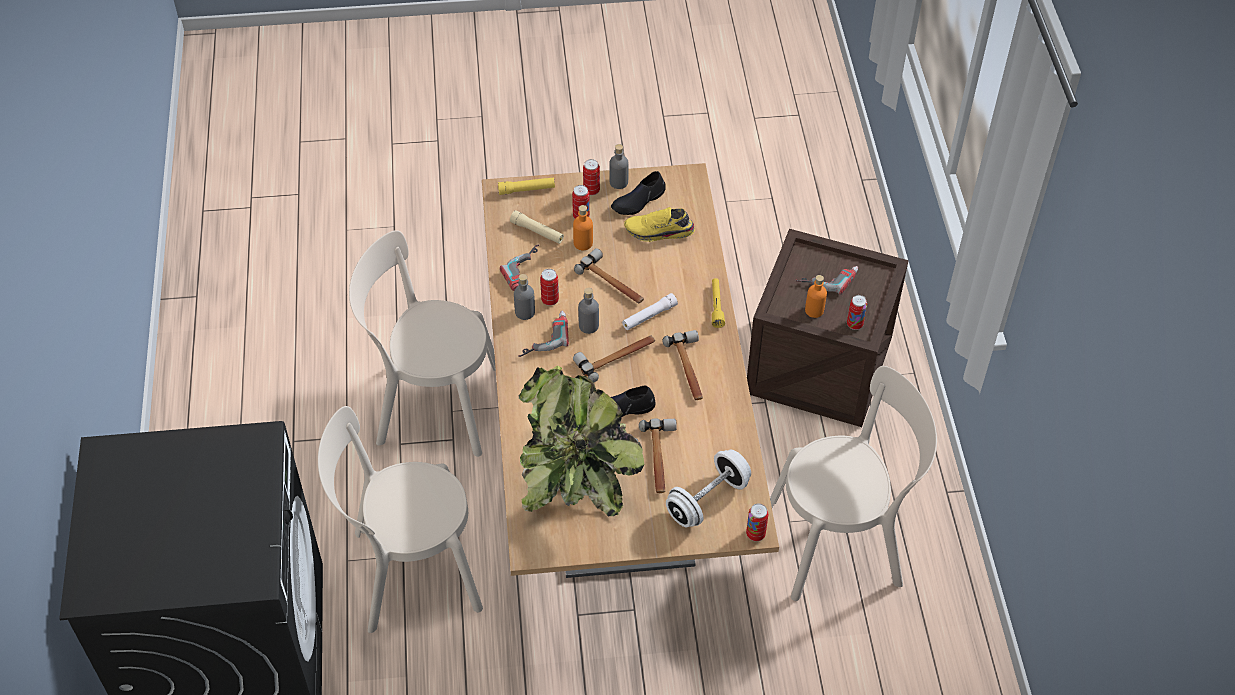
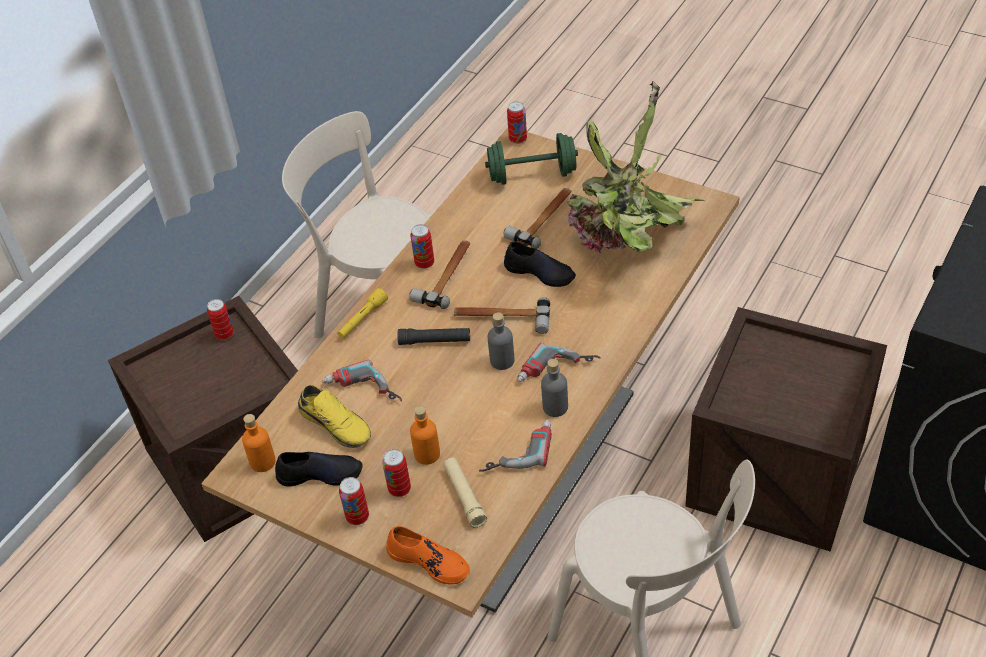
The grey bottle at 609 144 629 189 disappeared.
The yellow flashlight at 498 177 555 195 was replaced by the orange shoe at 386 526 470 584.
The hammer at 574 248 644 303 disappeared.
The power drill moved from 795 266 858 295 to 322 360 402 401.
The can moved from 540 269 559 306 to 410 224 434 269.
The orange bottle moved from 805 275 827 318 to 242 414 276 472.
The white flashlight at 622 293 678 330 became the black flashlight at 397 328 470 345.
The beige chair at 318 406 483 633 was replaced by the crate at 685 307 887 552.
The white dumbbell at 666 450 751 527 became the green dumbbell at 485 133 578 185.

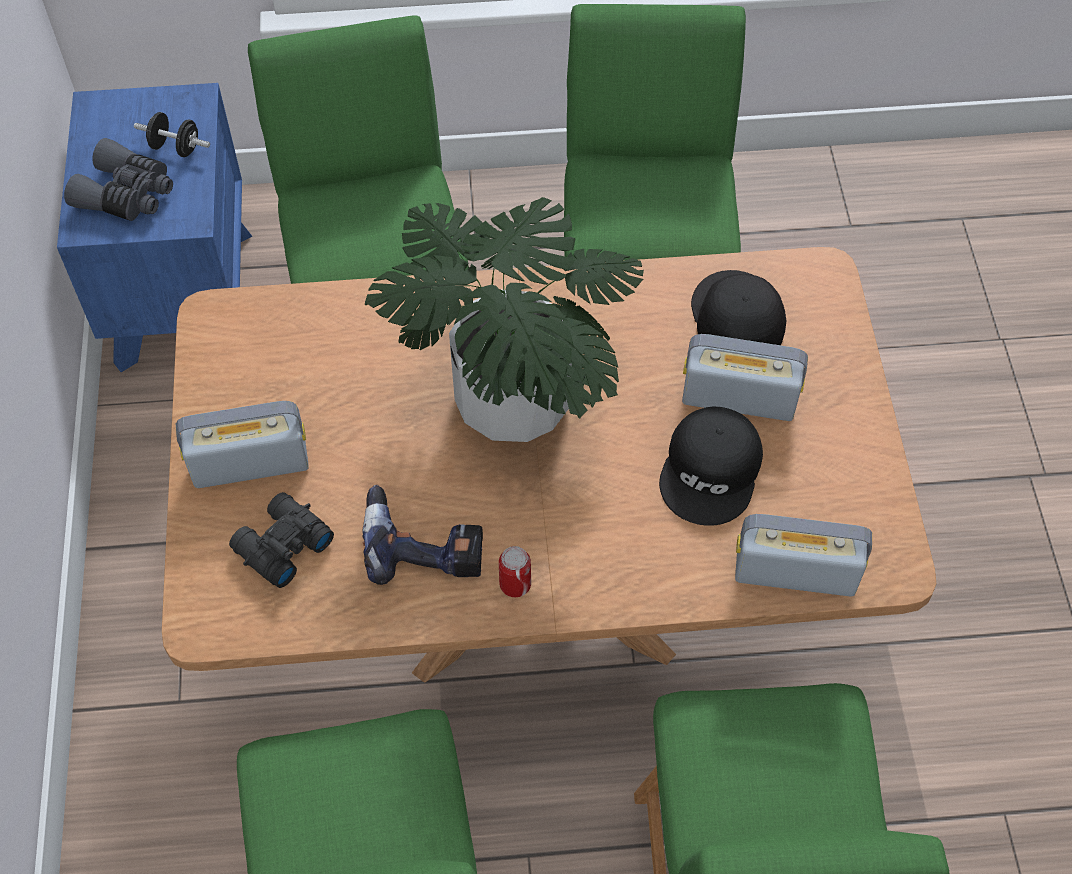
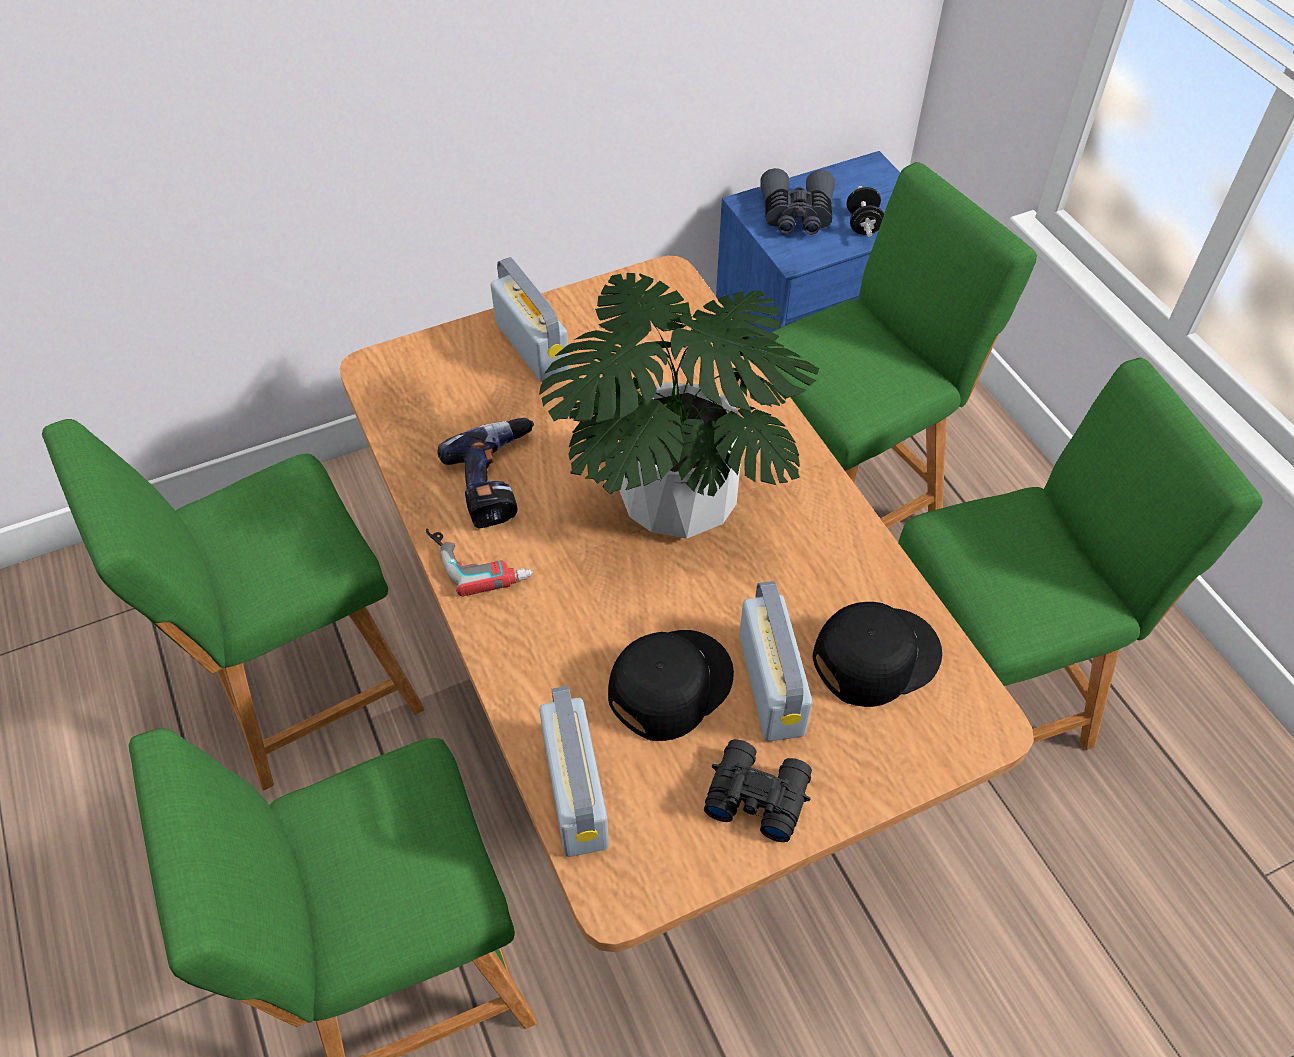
The black cap at 659 406 763 526 turned 135 degrees clockwise.
The black binoculars moved from 229 492 334 588 to 704 739 812 842.
The can at 499 546 531 597 was replaced by the power drill at 426 528 533 596.

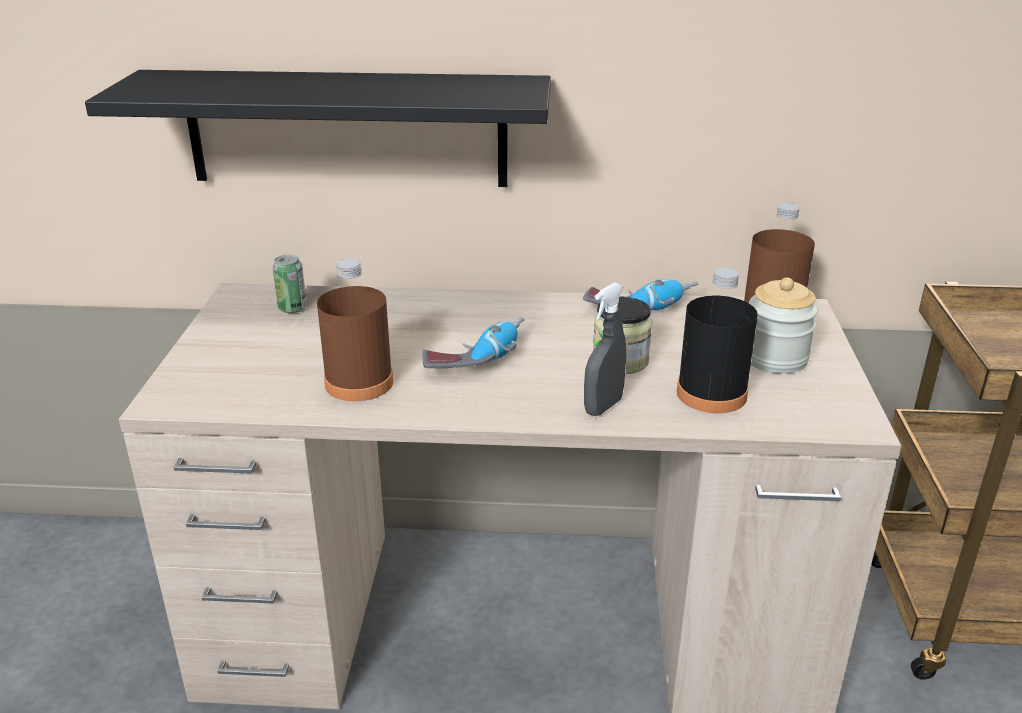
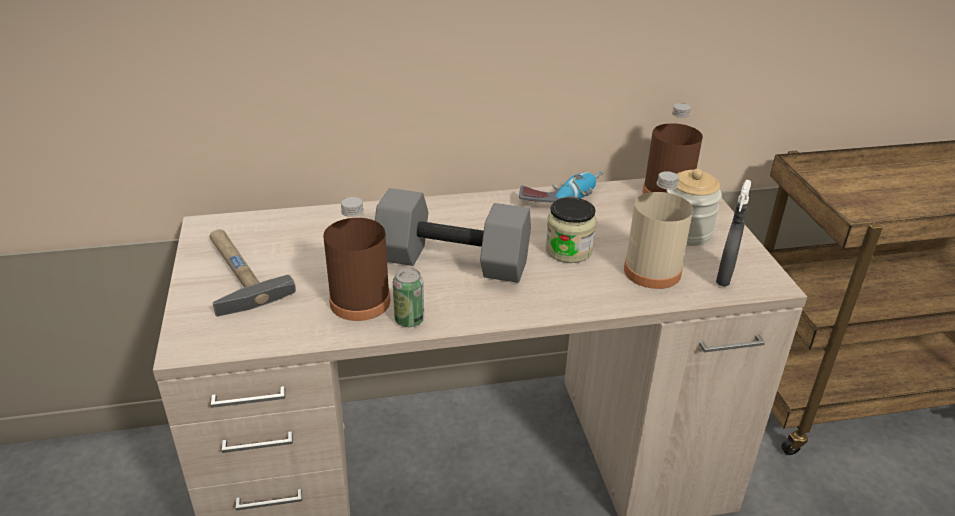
The black shelf at 85 70 551 187 disappeared.
The can moved from 273 255 307 313 to 393 268 424 327.
The black bottle at 677 268 758 413 became the beige bottle at 624 171 693 289.
The grey spray bottle moved from 584 283 626 416 to 716 180 751 286.
The power drill at 422 317 524 368 was replaced by the grey dumbbell at 375 188 531 283.
The hammer at 210 229 296 317 appeared.

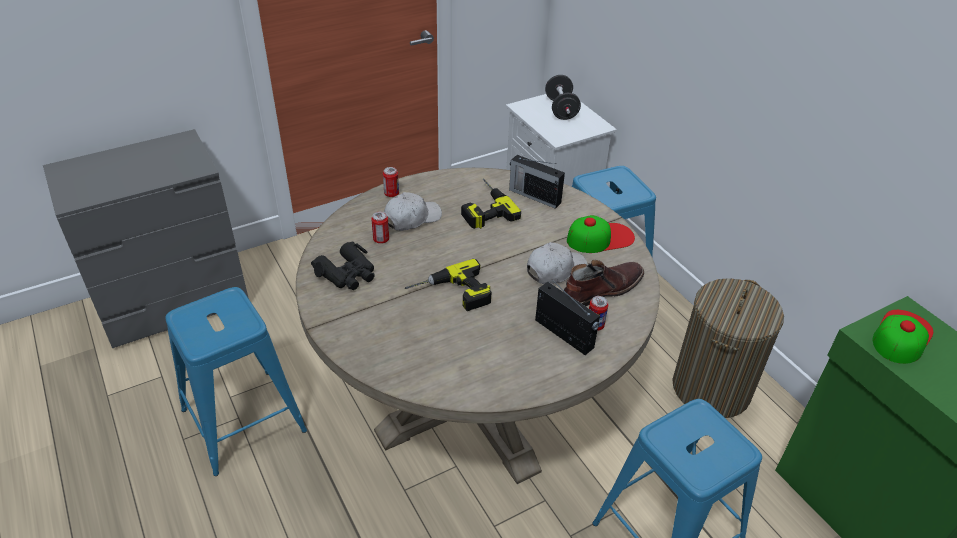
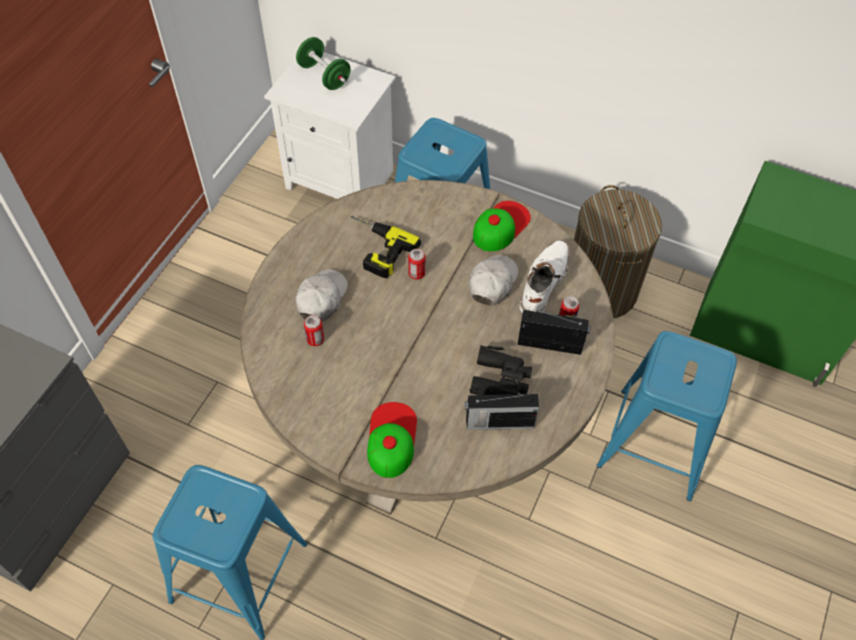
The black dumbbell at 545 75 581 120 became the green dumbbell at 296 37 350 90.
The radio moved from 509 155 565 209 to 465 394 539 430.
The can moved from 383 167 399 197 to 408 249 425 280.
The black binoculars moved from 311 242 375 290 to 469 345 532 395.
The power drill at 405 259 491 311 disappeared.
The brown boot at 563 260 644 306 became the white boot at 520 240 570 313.
The cap moved from 873 310 933 364 to 367 402 417 478.

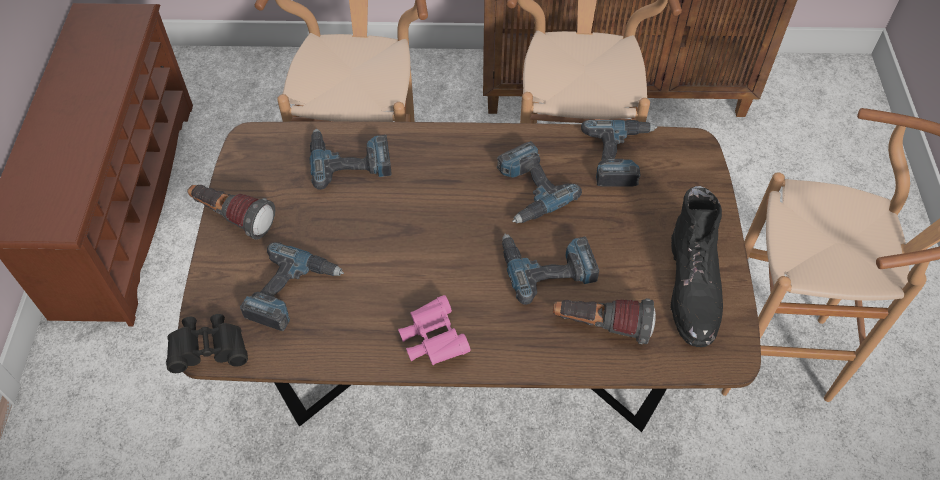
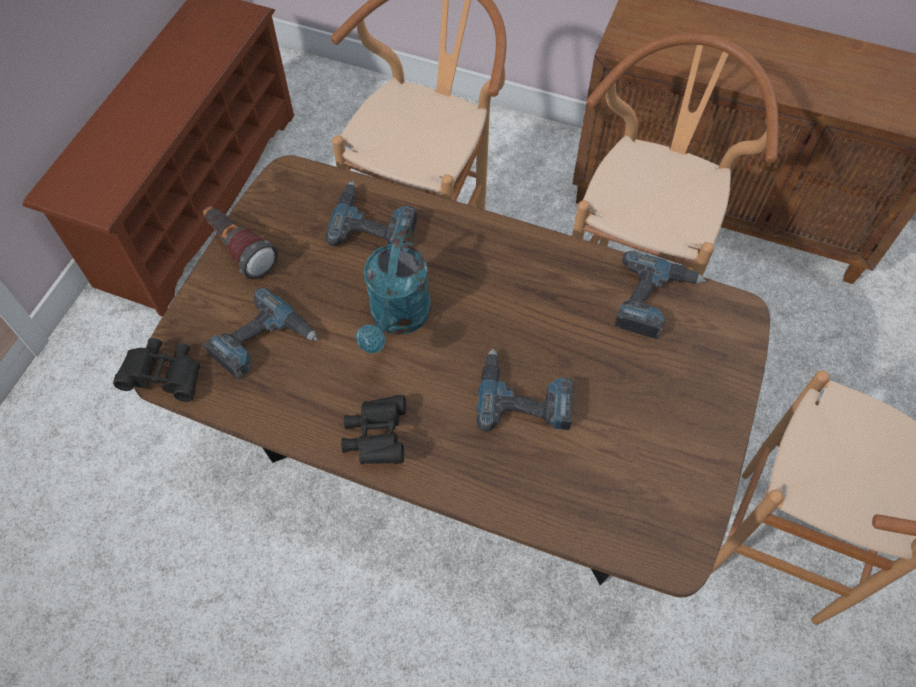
The power drill at 496 141 582 223 disappeared.
The black boot at 670 186 723 347 disappeared.
The pink binoculars at 398 295 471 365 became the black binoculars at 341 395 406 465.
The flashlight at 553 298 656 344 disappeared.
The turquoise watering can at 356 225 431 353 appeared.

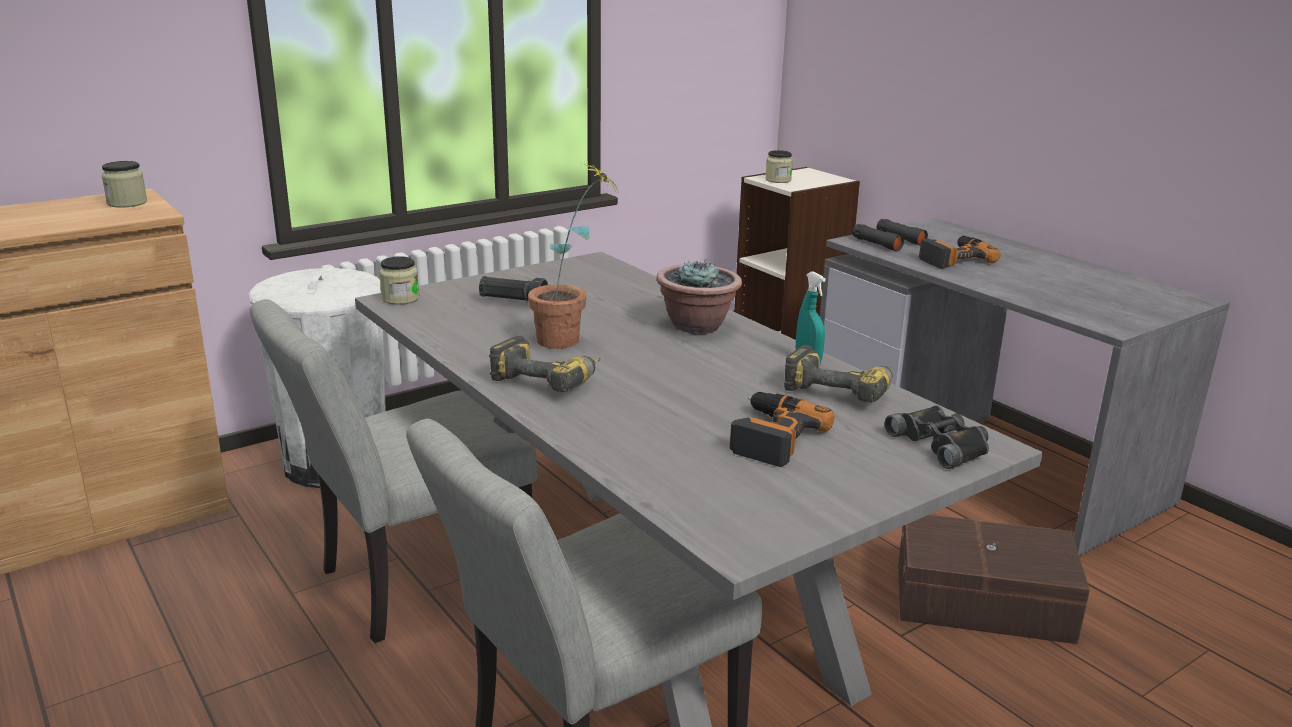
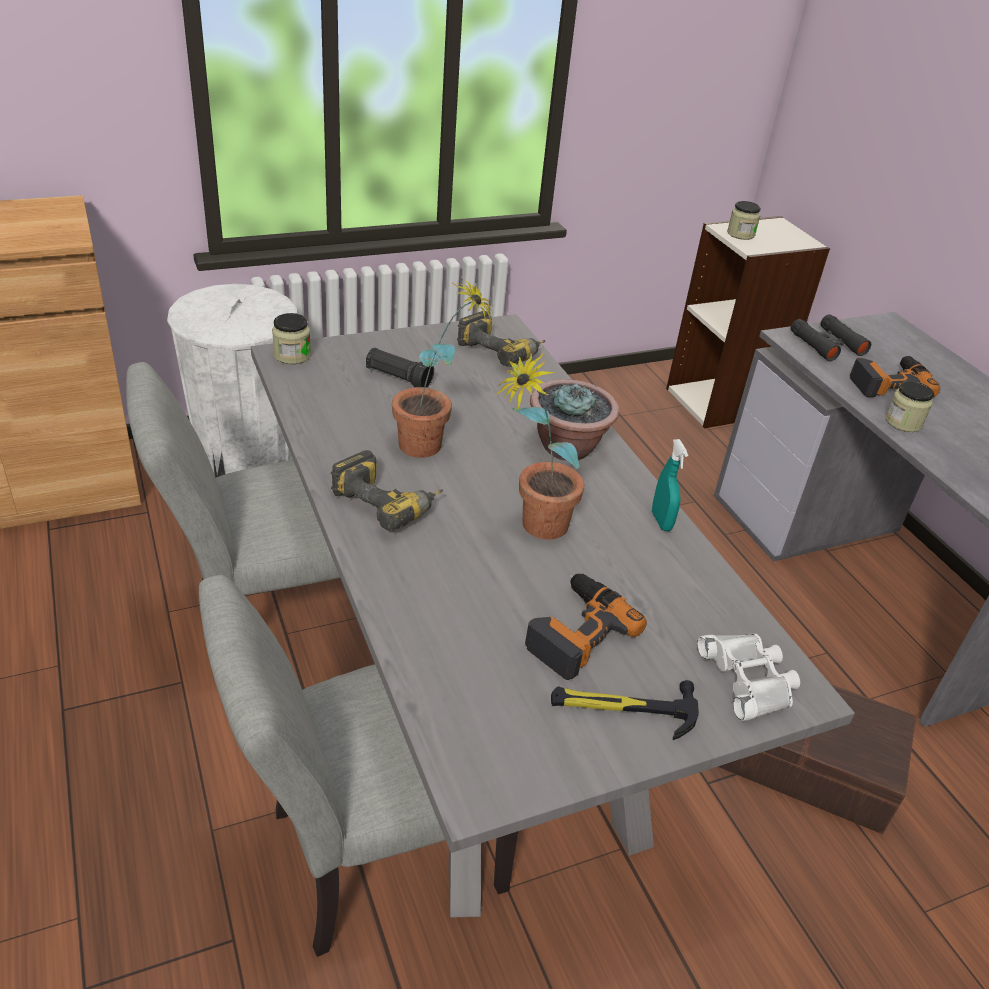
The jar moved from 102 161 147 208 to 885 381 934 432.
The power drill moved from 784 345 893 403 to 457 311 546 367.
The black binoculars at 885 406 989 469 became the white binoculars at 697 634 800 721.
The potted plant at 495 352 584 539 appeared.
The hammer at 551 680 699 740 appeared.

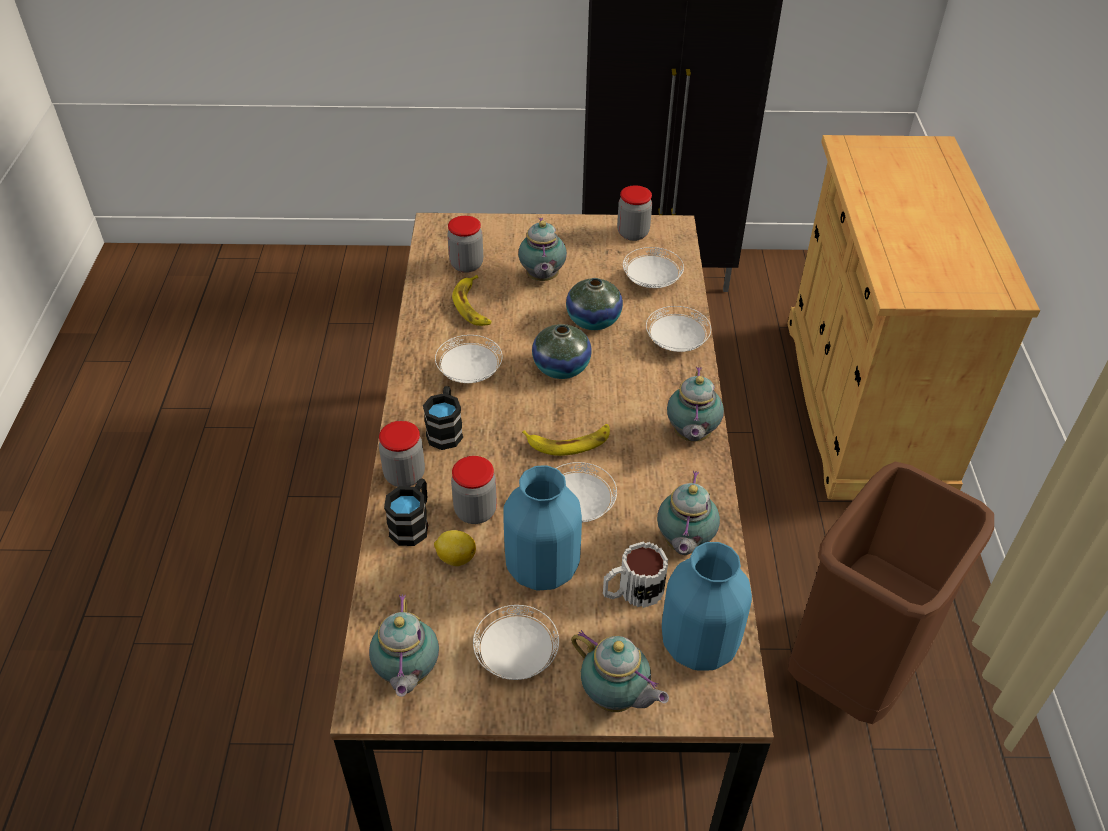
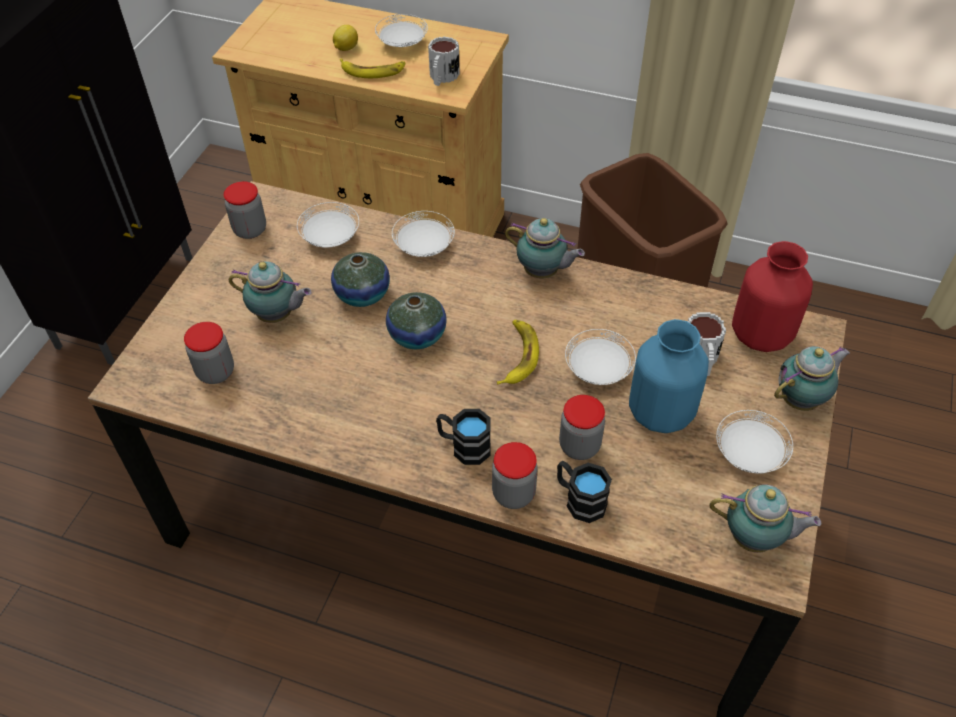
The banana moved from 452 275 491 326 to 340 59 406 78.
The white plate moved from 435 335 503 383 to 375 14 428 47.
The teapot at 657 471 720 555 disappeared.
The lemon moved from 434 530 476 566 to 333 25 358 51.
The blue vase at 662 542 752 670 became the red vase at 732 241 813 352.
The mug at 428 36 460 86 appeared.

